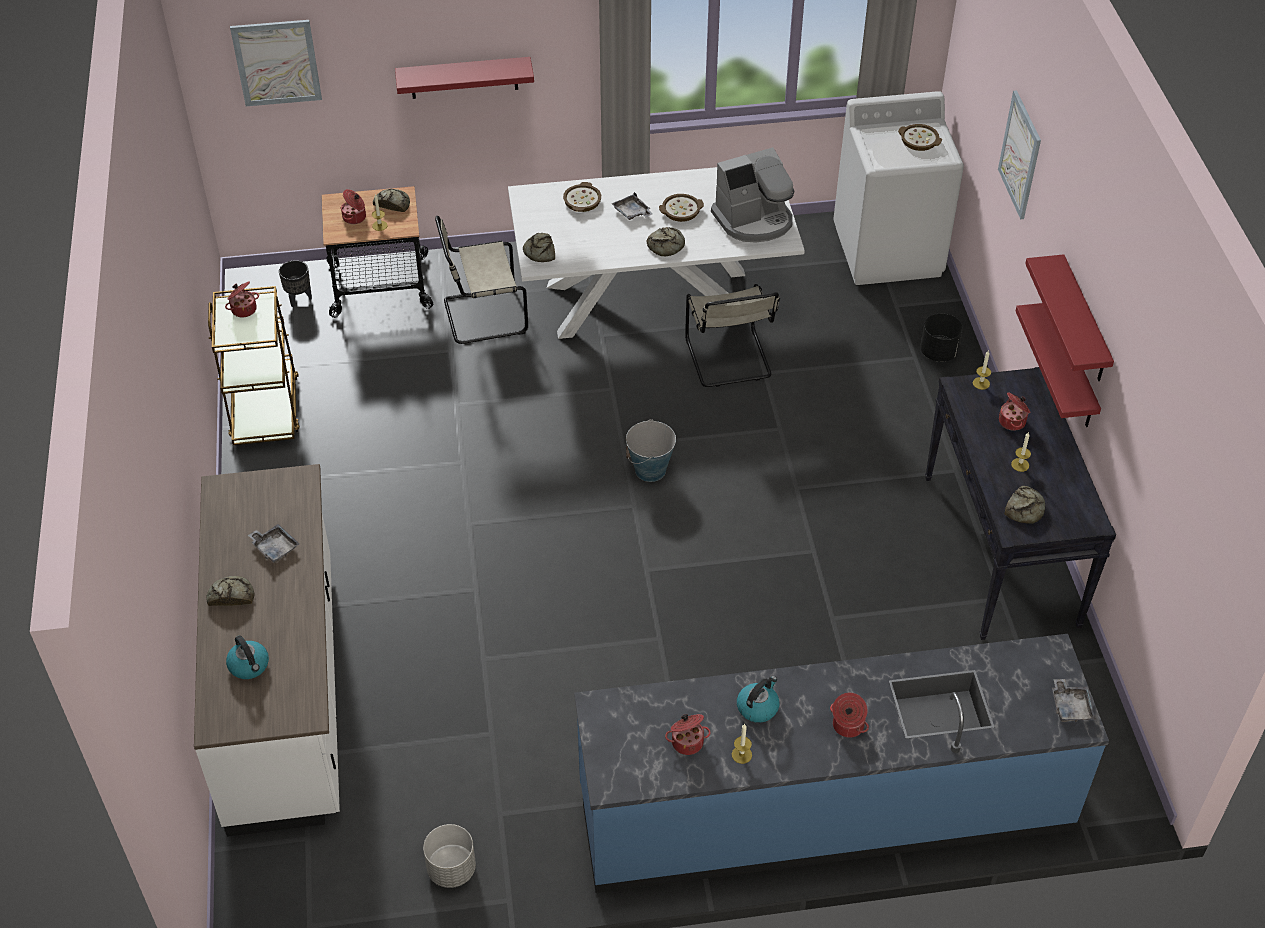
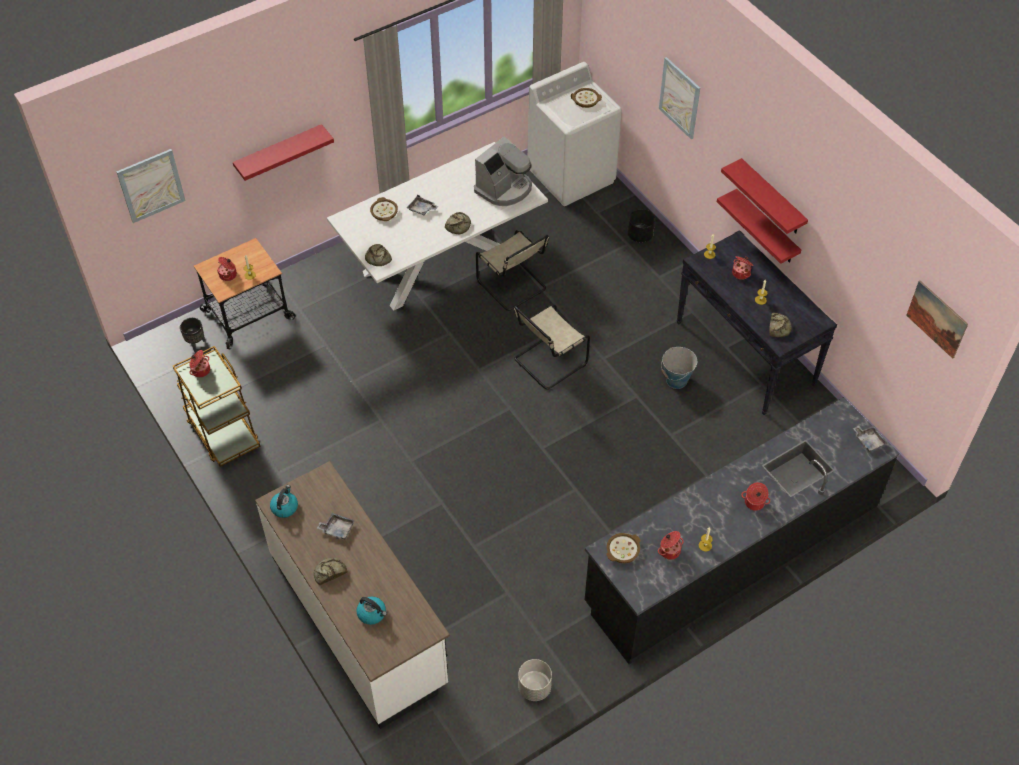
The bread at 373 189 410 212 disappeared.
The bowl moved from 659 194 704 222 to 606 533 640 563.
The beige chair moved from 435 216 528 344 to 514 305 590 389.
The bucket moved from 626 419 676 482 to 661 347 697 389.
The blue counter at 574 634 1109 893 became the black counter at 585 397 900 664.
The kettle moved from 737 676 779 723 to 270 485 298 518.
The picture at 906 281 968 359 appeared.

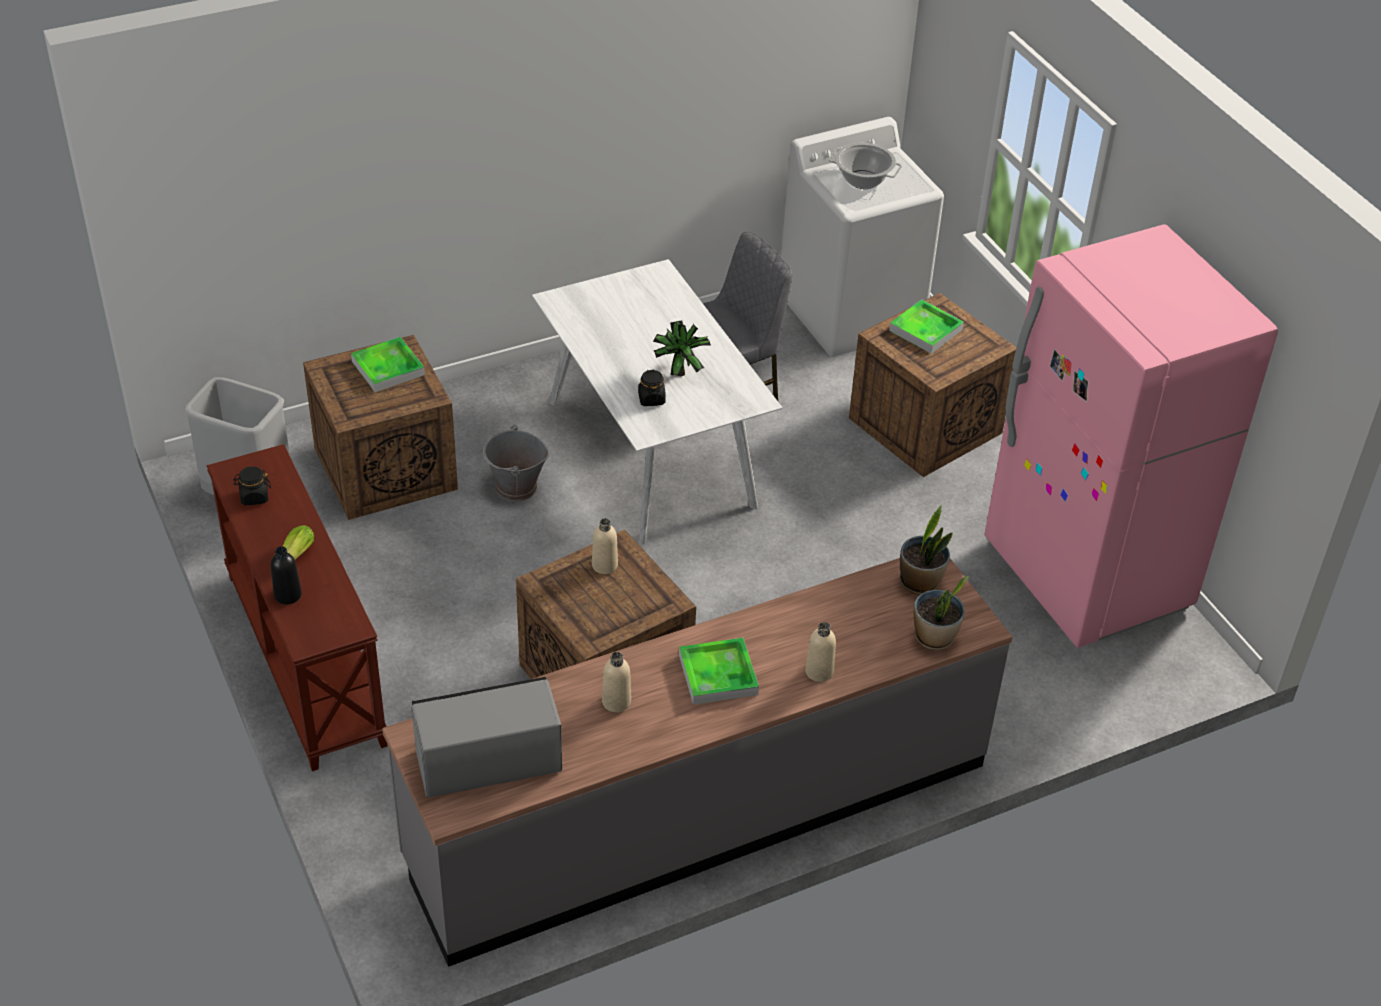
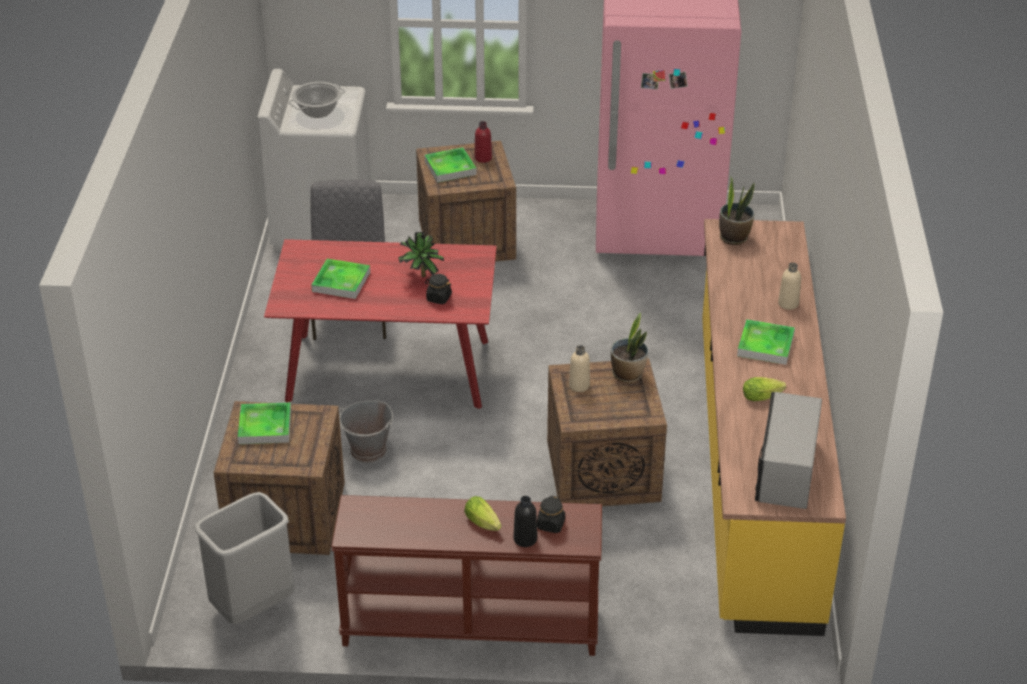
The white dining table at 532 259 783 544 became the red dining table at 264 239 497 409.
The black jar moved from 233 466 271 505 to 537 496 565 533.
The grey counter at 382 558 1012 967 became the yellow counter at 702 219 846 636.
The potted plant moved from 914 576 969 650 to 611 313 648 383.
The beige bottle at 602 652 631 712 was replaced by the lettuce at 743 377 786 401.
The red bottle at 474 121 492 163 appeared.
The tray at 311 259 370 299 appeared.

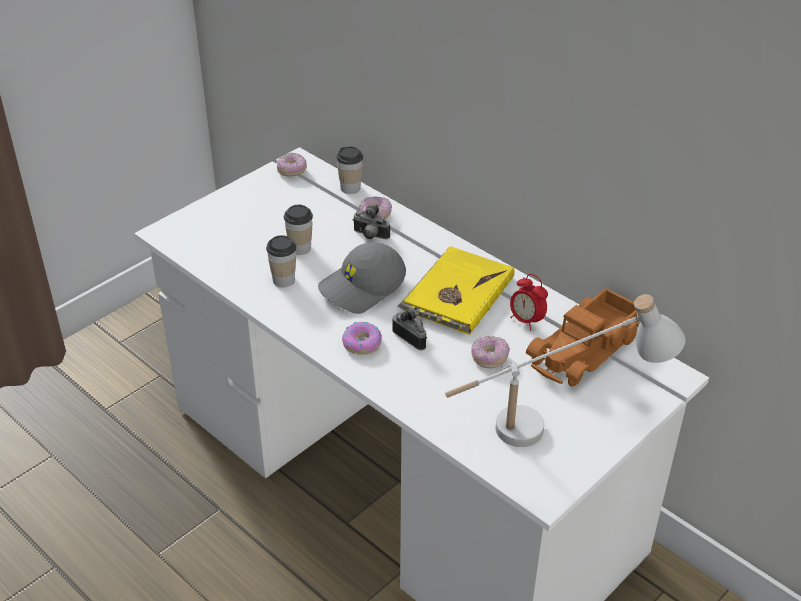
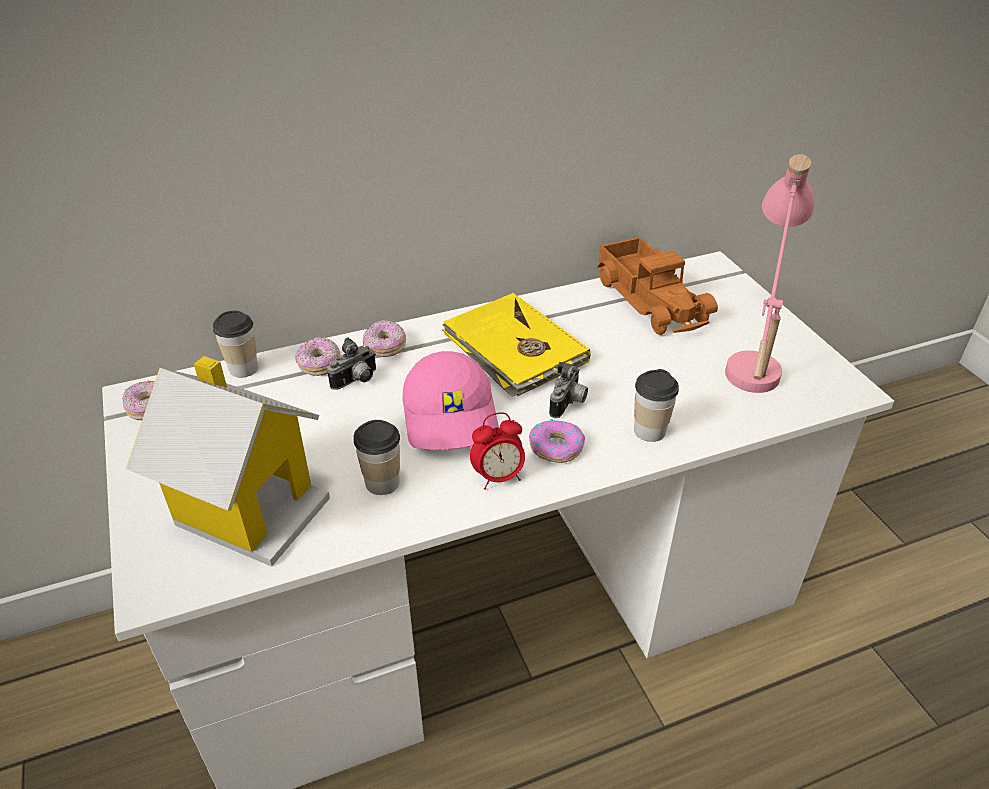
The cup moved from 284 205 313 255 to 634 369 679 442.
The grey cap at 318 242 406 314 became the pink cap at 403 351 499 450.
The alarm clock moved from 510 274 548 331 to 470 412 525 490.
The white table lamp at 445 294 686 447 became the pink table lamp at 725 154 814 393.
The photo camera at 392 307 427 350 turned 135 degrees clockwise.
The donut moved from 471 336 510 368 to 363 320 406 357.
The toy house at 126 356 330 567 appeared.

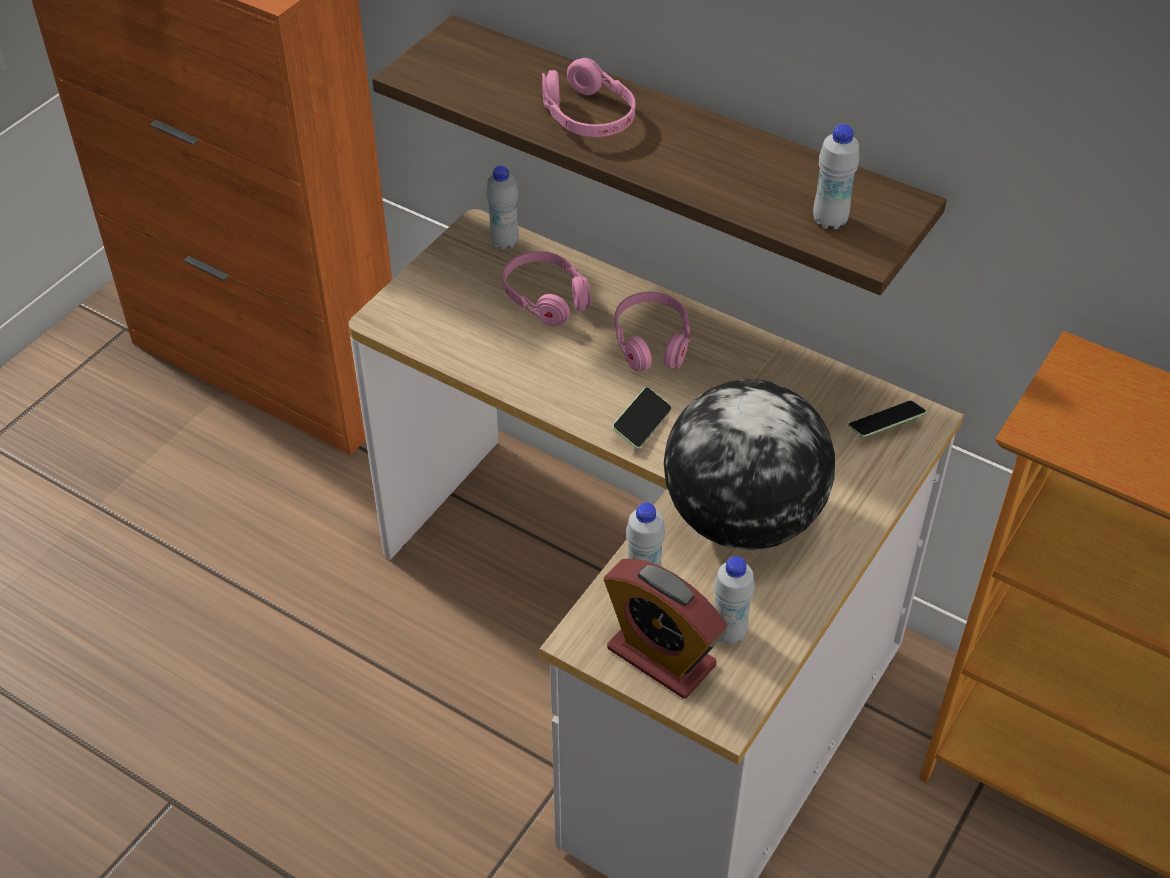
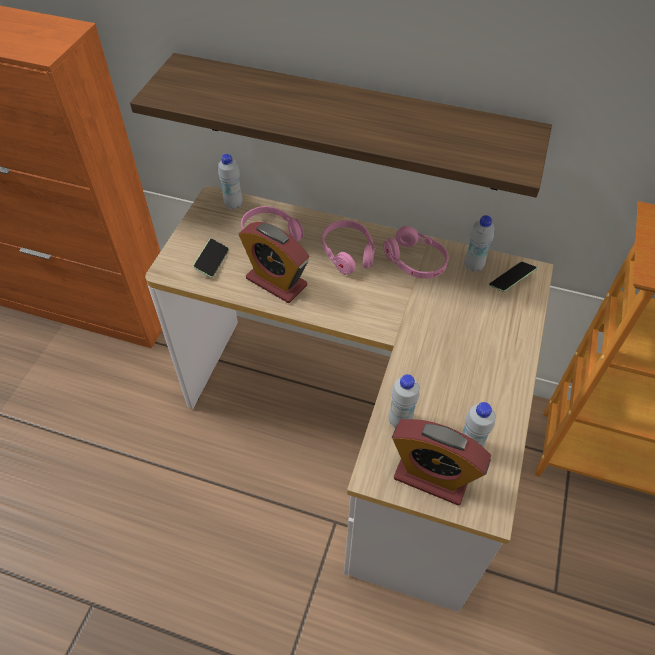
The pink headphones moved from 542 58 635 137 to 383 226 449 279.
The white bottle moved from 813 124 859 230 to 464 215 495 272.
The globe at 664 379 835 550 disappeared.
The phone moved from 612 387 672 449 to 193 238 229 278.
The alarm clock at 239 222 309 303 appeared.

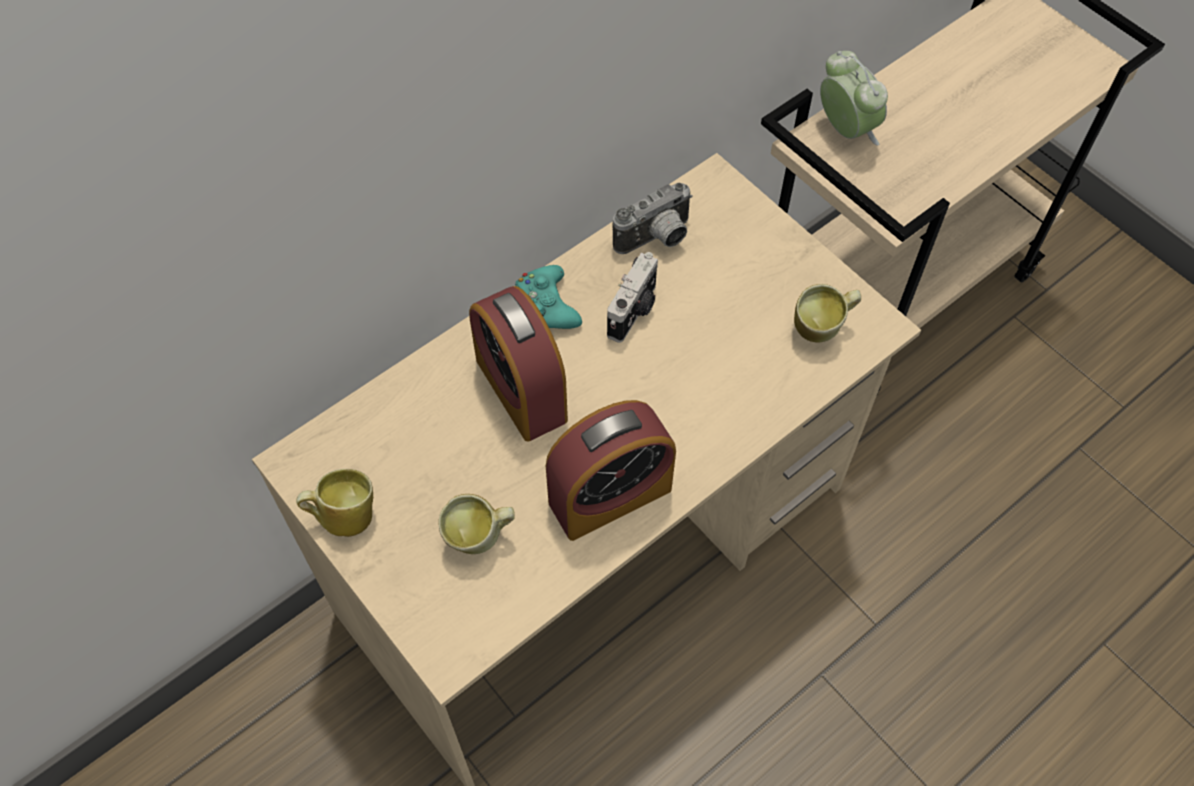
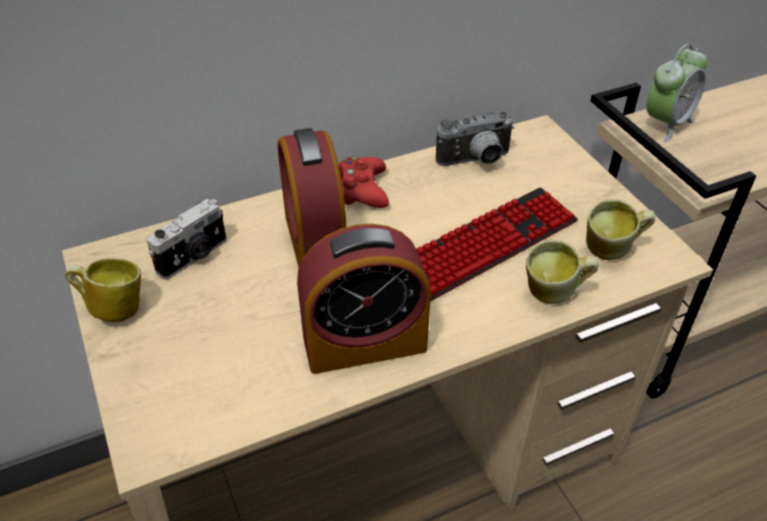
The alarm clock at 820 51 888 146 turned 60 degrees clockwise.
The photo camera moved from 607 252 658 343 to 146 199 227 280.
The turquoise game controller at 515 265 582 329 became the red game controller at 339 157 389 208.
The mug moved from 438 494 515 554 to 526 240 599 304.
The keyboard at 416 187 578 302 appeared.

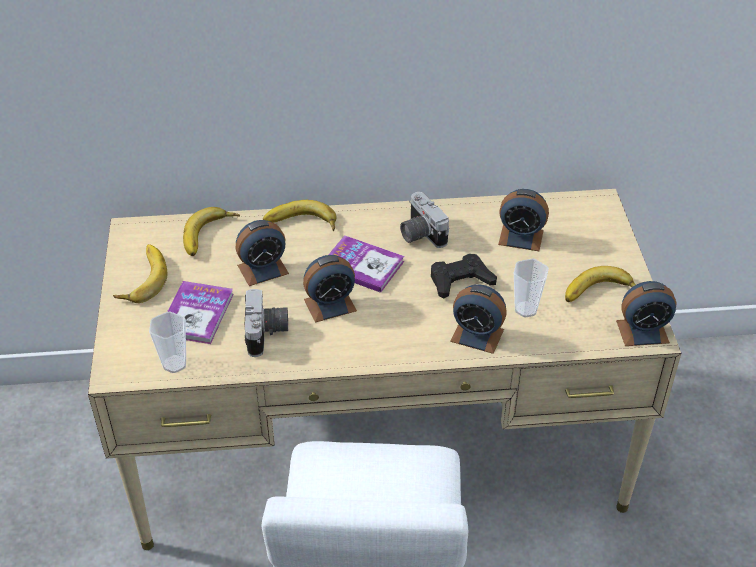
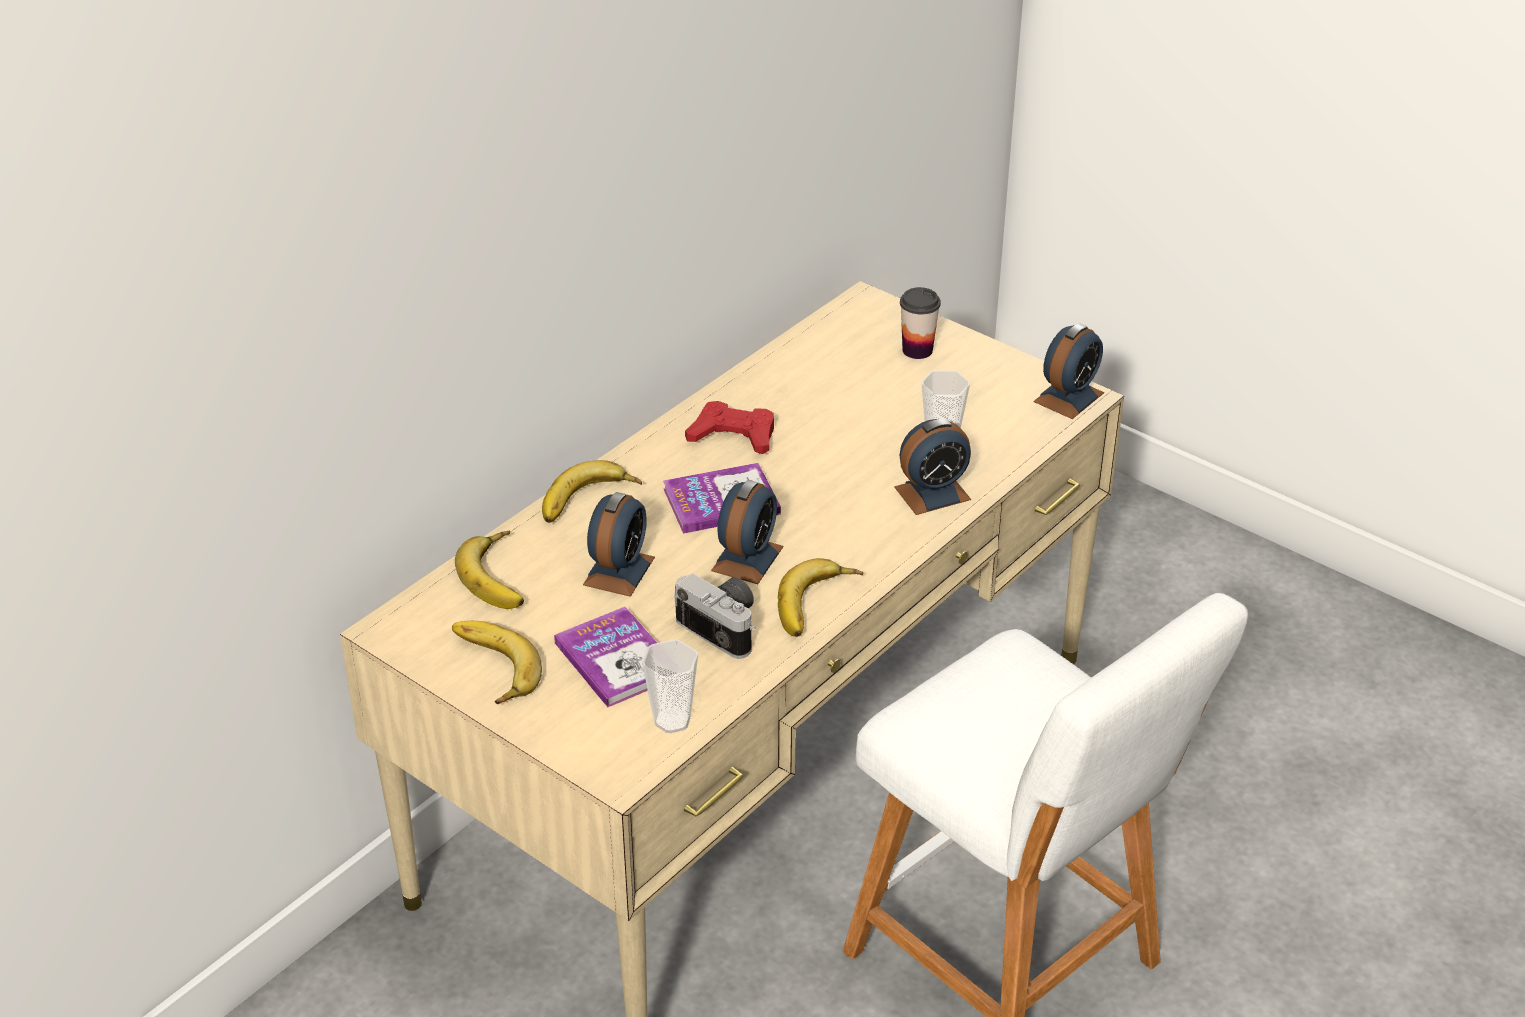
The alarm clock at 498 189 549 251 disappeared.
The photo camera at 400 192 449 248 was replaced by the red game controller at 685 401 774 454.
The black game controller at 431 254 497 298 disappeared.
The banana moved from 565 266 636 302 to 778 558 863 637.
The cup at 900 287 941 359 appeared.

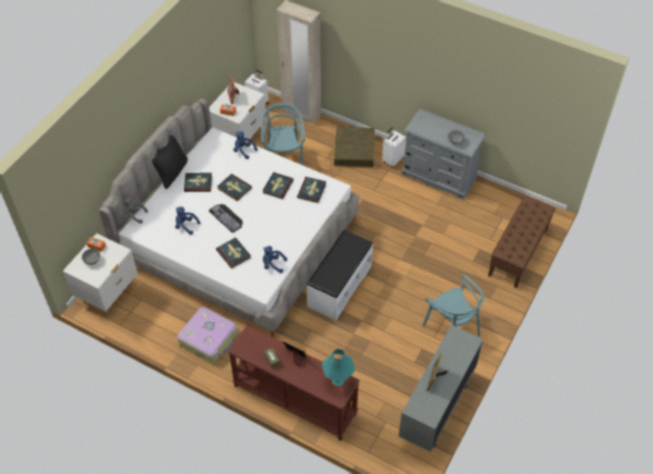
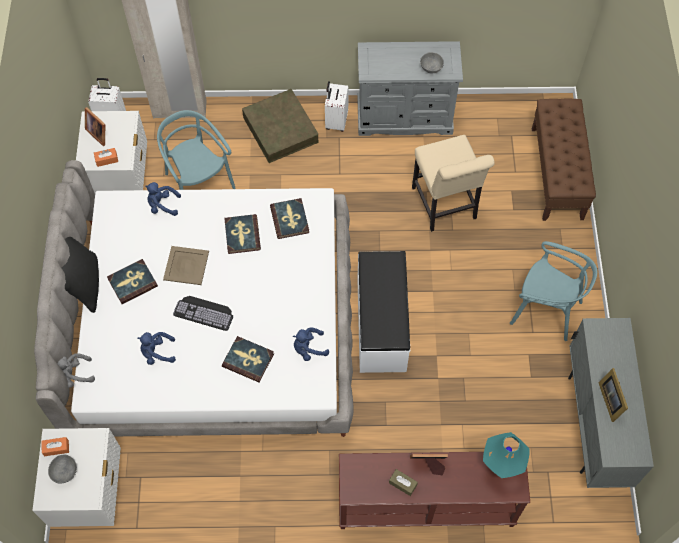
The book at 217 174 252 201 was replaced by the beige tray at 163 246 209 285.
The suitcase at 177 307 237 363 disappeared.
The beige chair at 412 135 495 232 appeared.

